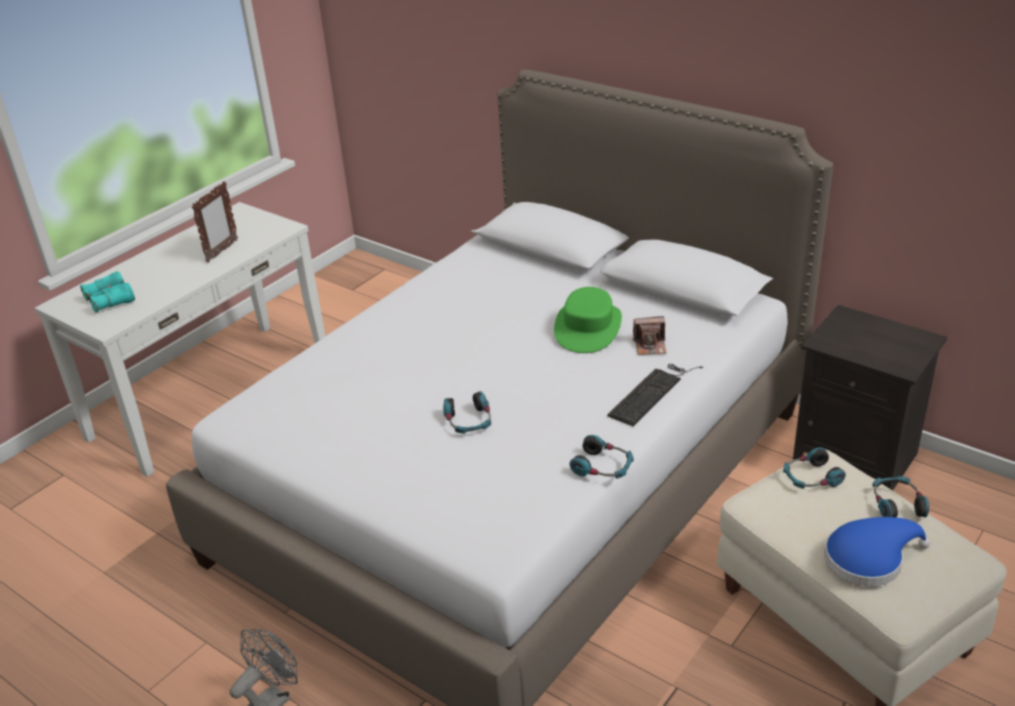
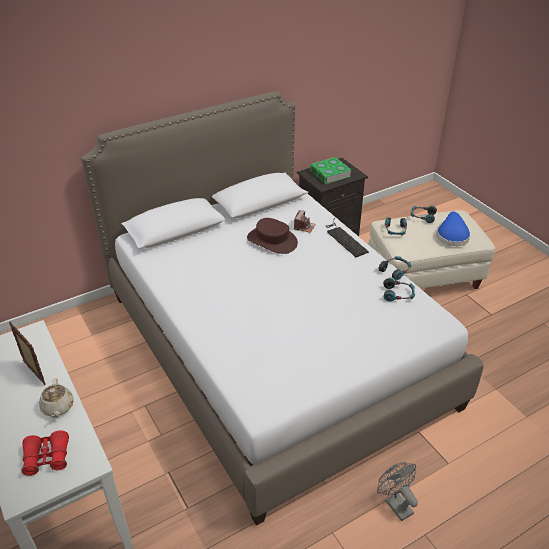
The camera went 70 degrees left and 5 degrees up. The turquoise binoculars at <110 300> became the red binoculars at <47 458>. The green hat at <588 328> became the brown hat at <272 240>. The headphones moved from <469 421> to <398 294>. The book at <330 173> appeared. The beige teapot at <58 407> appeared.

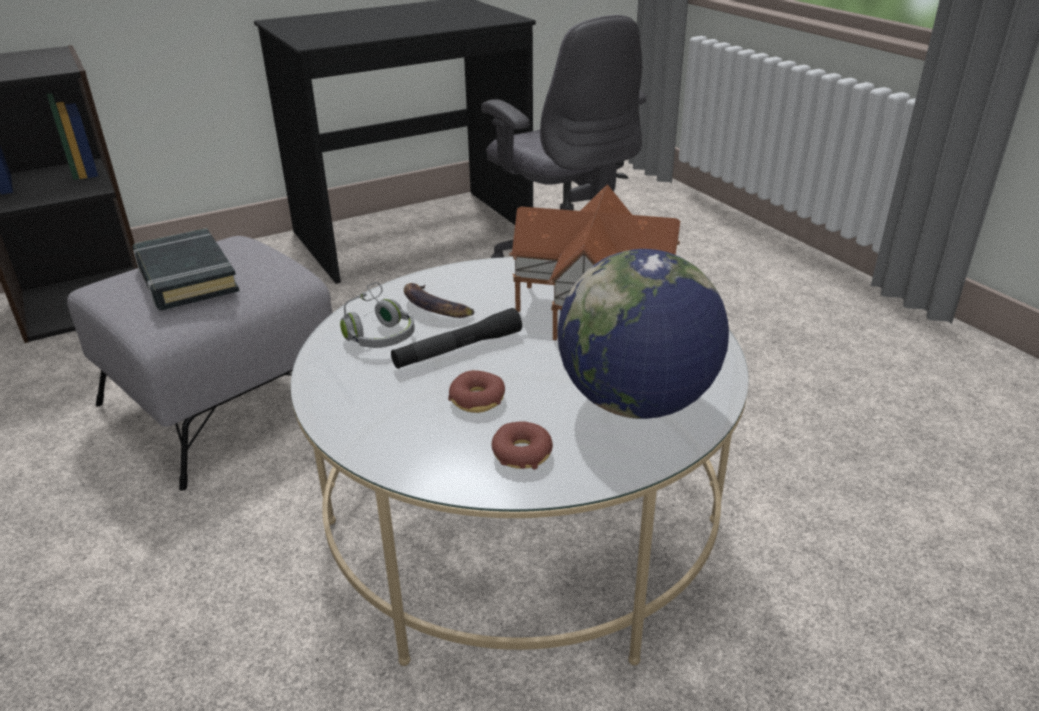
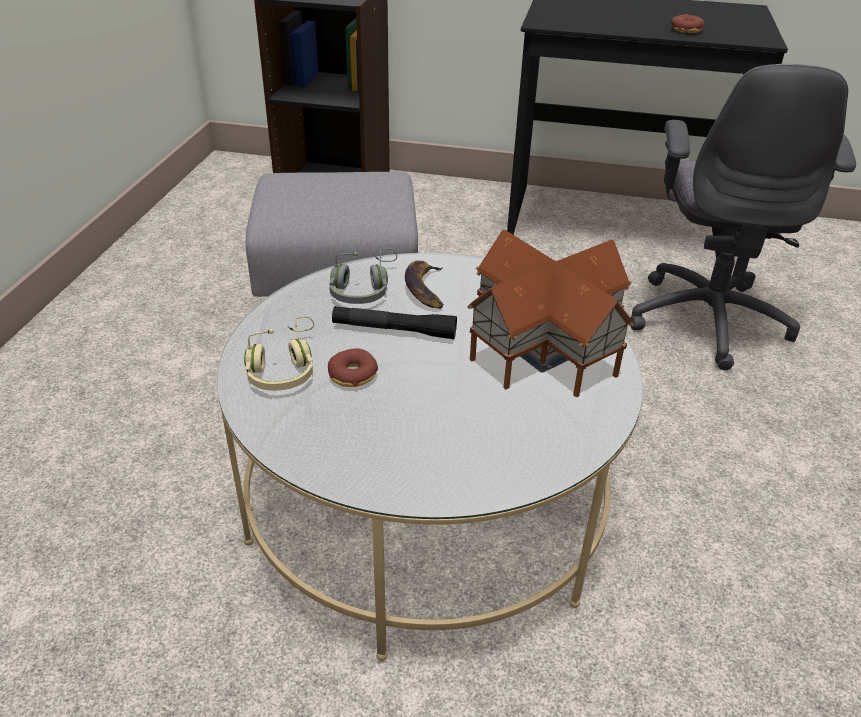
The camera went 40 degrees right and 5 degrees up. The black book at <186 277> disappeared. The globe at <637 403> disappeared. The donut moved from <522 453> to <686 30>. The beige headphones at <283 367> appeared.

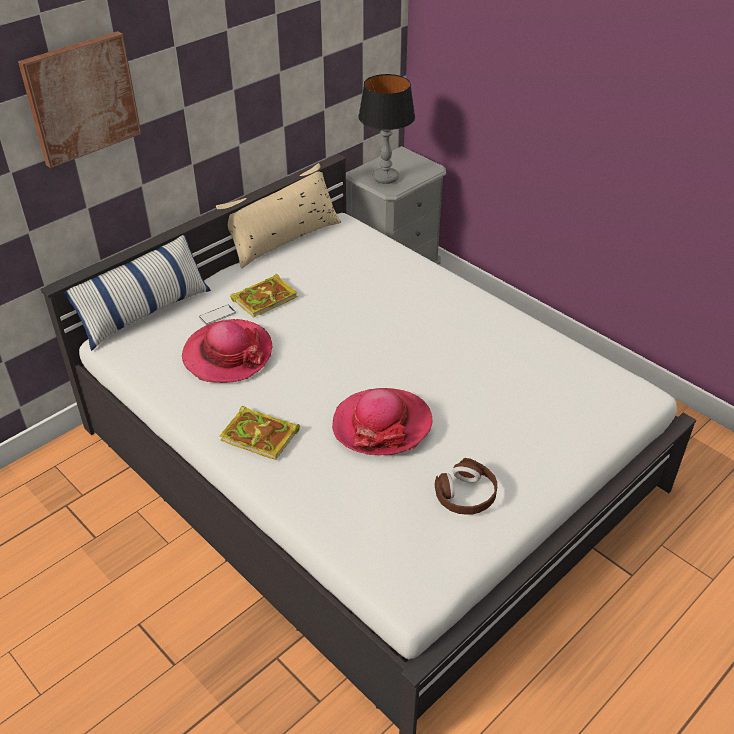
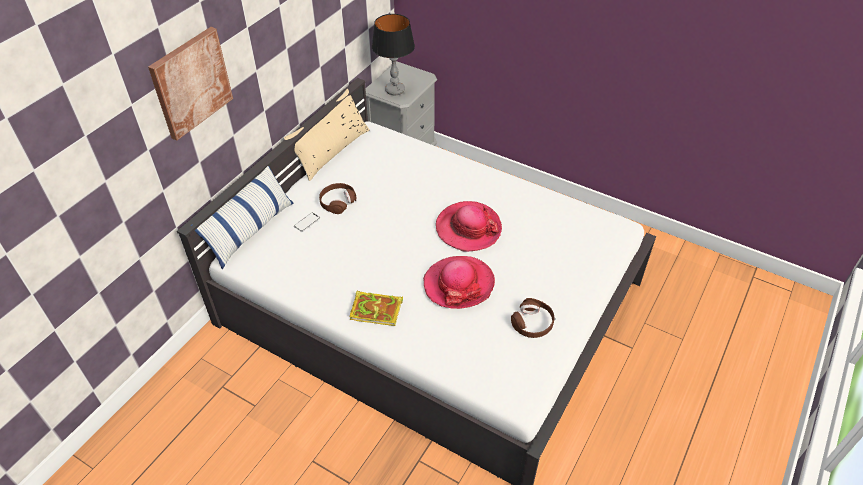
The camera went 15 degrees left and 5 degrees up. The book at <265 298> was replaced by the brown headphones at <337 202>. The hat moved from <227 354> to <468 228>.

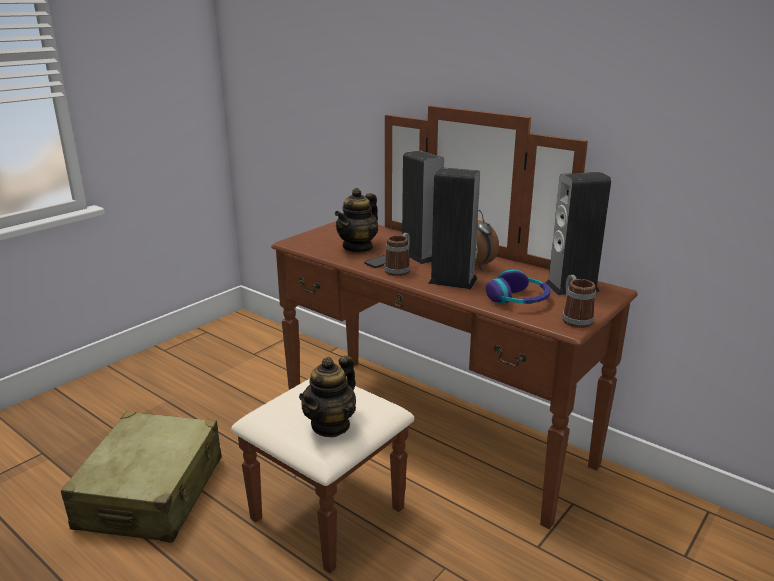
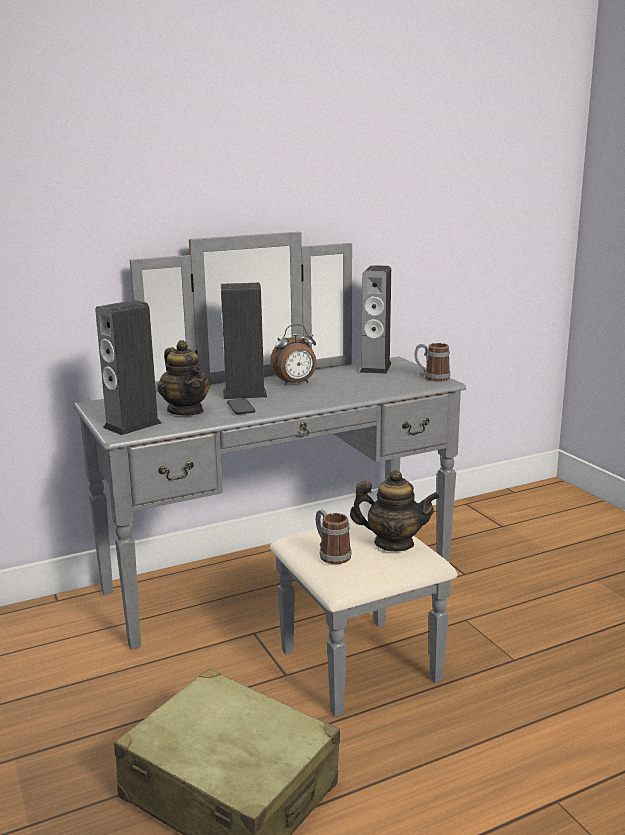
The camera went 65 degrees left and 5 degrees down. The brown dresser at <412 447> became the grey dresser at <297 594>. The speaker moved from <452 280> to <132 425>. The mug moved from <399 270> to <331 554>. The headphones at <518 299> disappeared. The teapot at <331 425> turned 45 degrees counterclockwise.

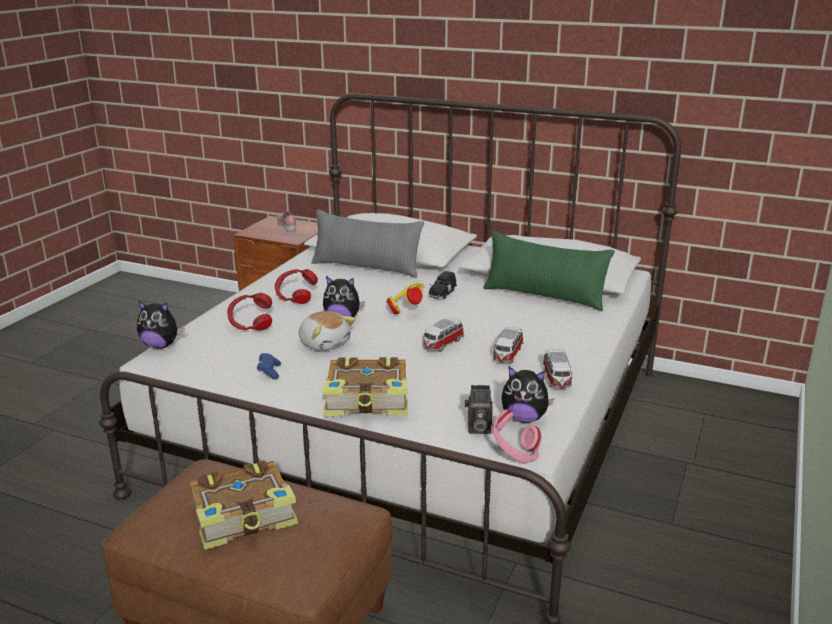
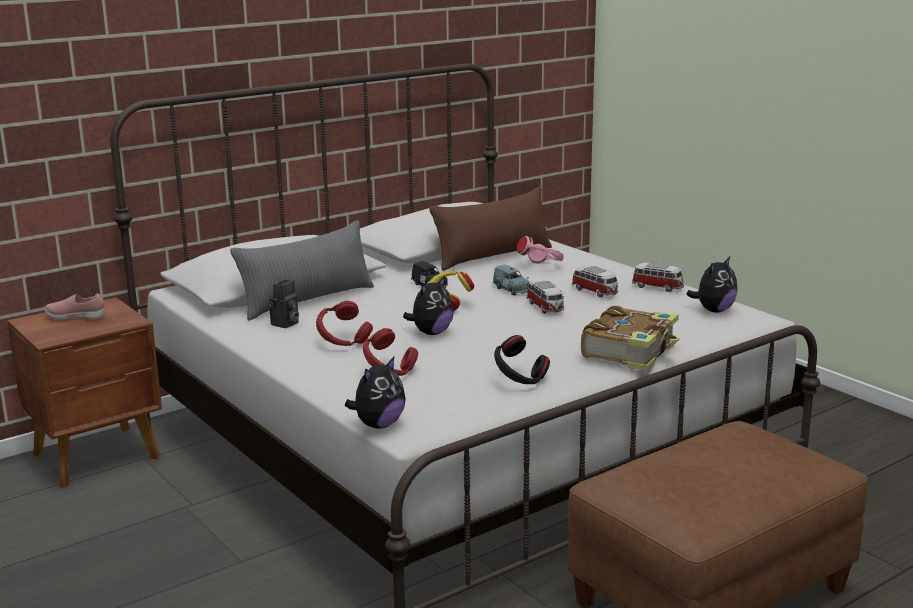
The camera went 60 degrees left and 5 degrees down. The green pillow at <544 296> became the brown pillow at <493 256>. The plush toy at <325 343> disappeared. The blue game controller at <269 372> was replaced by the black headphones at <519 382>. The photo camera moved from <477 429> to <285 324>. The pink headphones moved from <514 456> to <541 267>. The book at <244 516> disappeared. The blue toy car at <512 290> appeared.

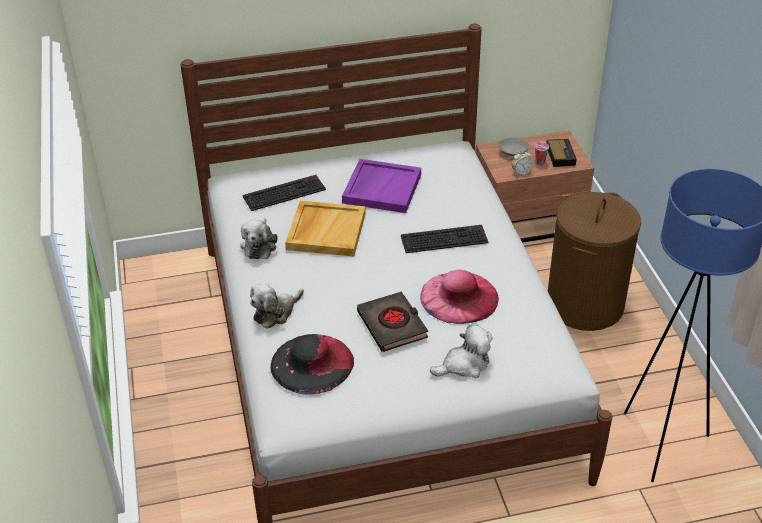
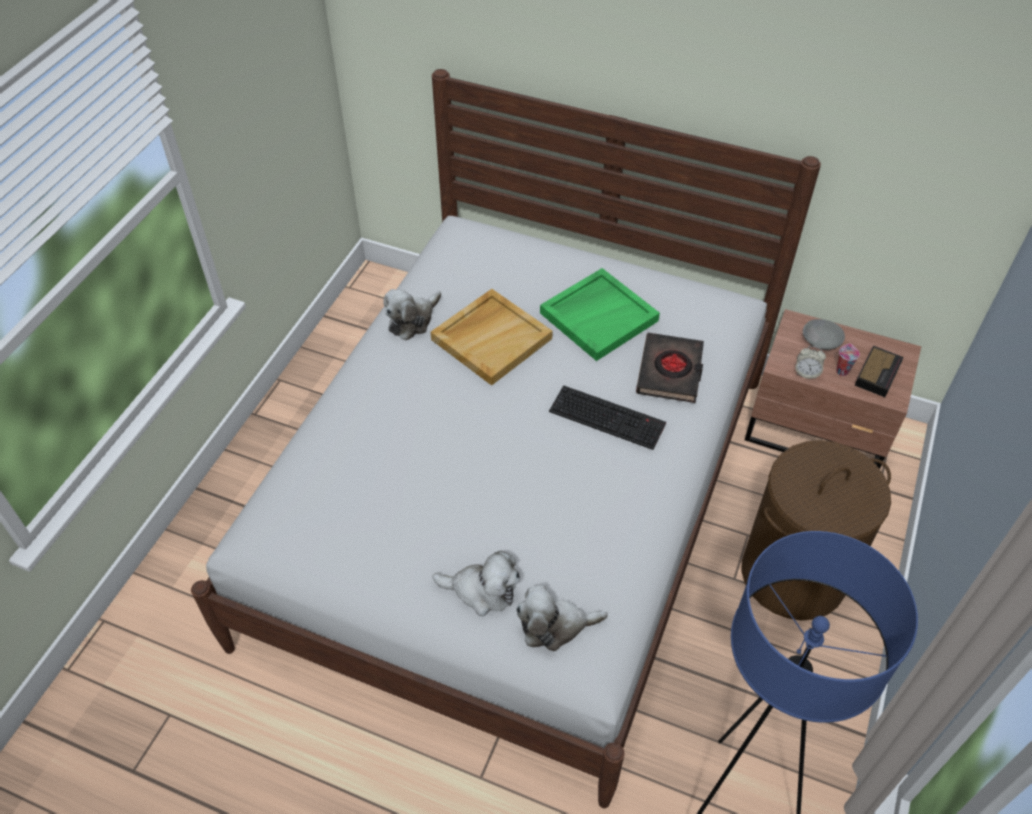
The camera went 35 degrees right and 10 degrees up. The purple tray at <381 188> became the green tray at <599 316>. The keyboard at <284 192> disappeared. The pink hat at <459 297> disappeared. The plush toy moved from <275 312> to <555 626>. The black book moved from <392 325> to <670 372>. The black hat at <312 363> disappeared.

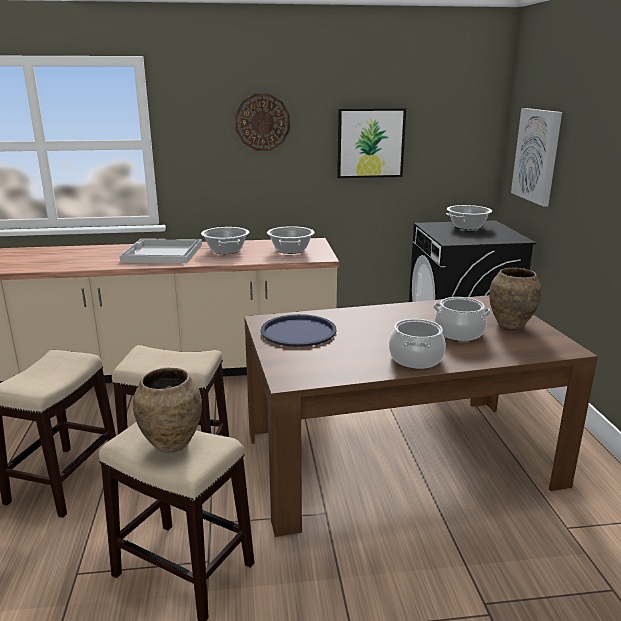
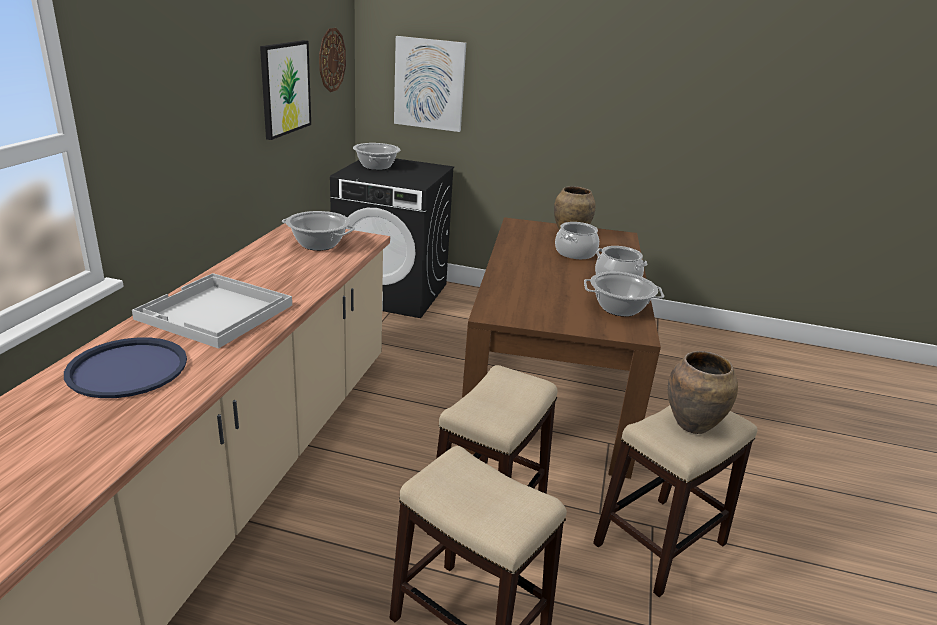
The camera went 70 degrees left and 5 degrees up. The wall clock moved from <262 122> to <331 60>. The cooking pot moved from <226 250> to <619 308>. The blue tray moved from <298 331> to <127 369>.

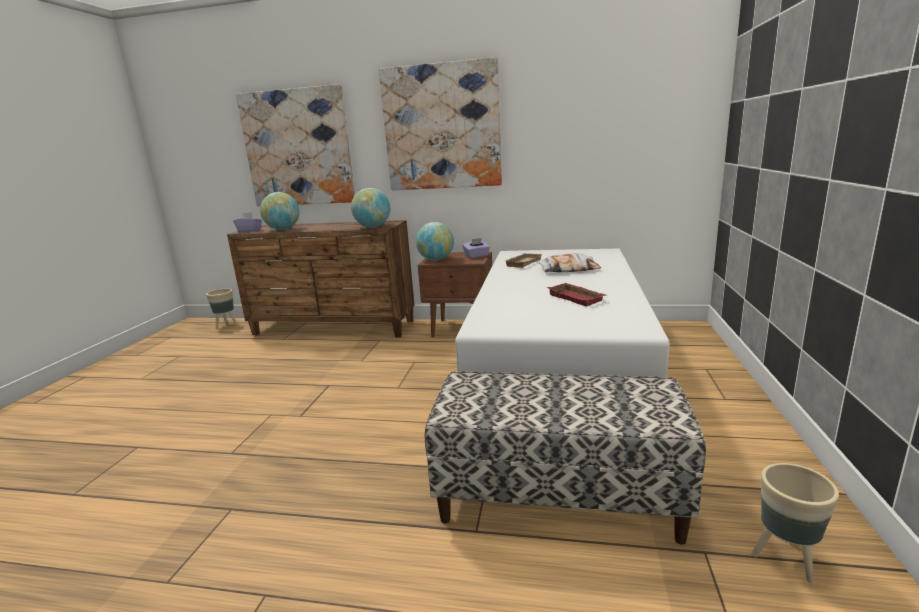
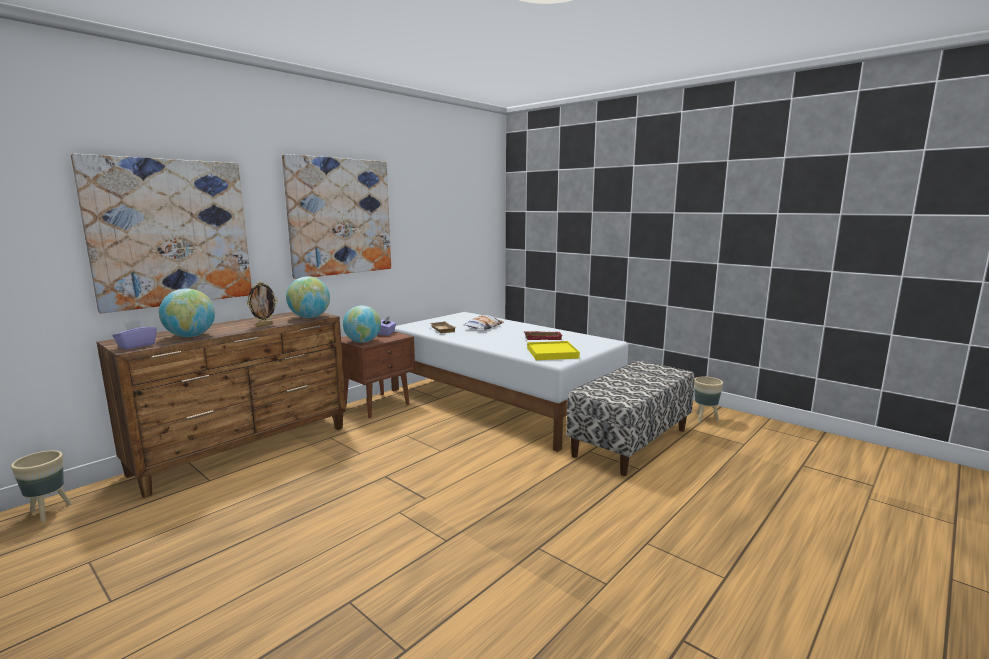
The camera went 60 degrees left and 5 degrees down. The picture frame at <264 325> appeared. The yellow tray at <552 353> appeared.

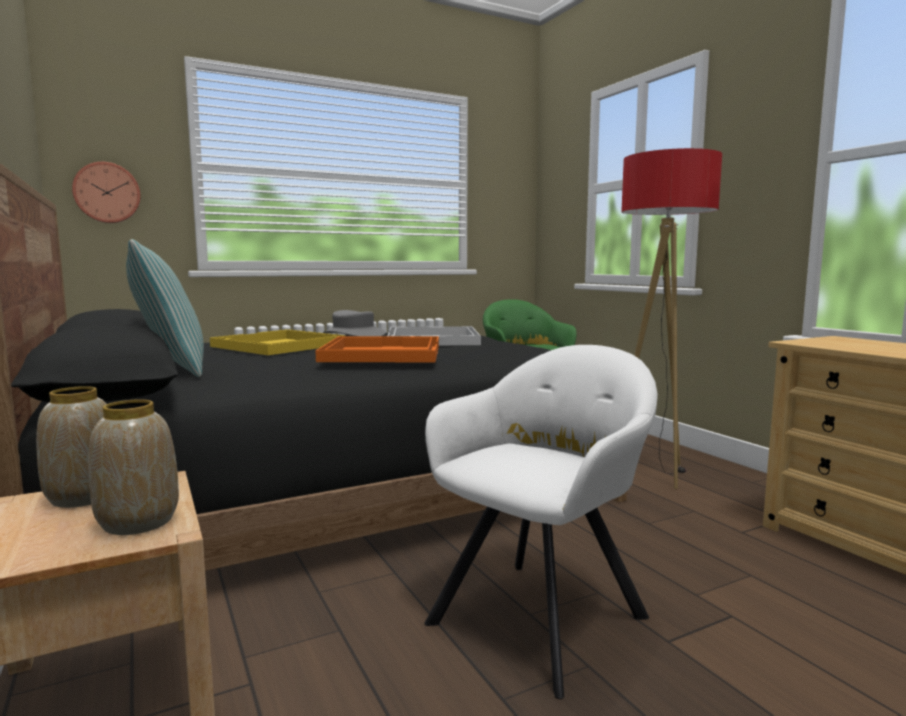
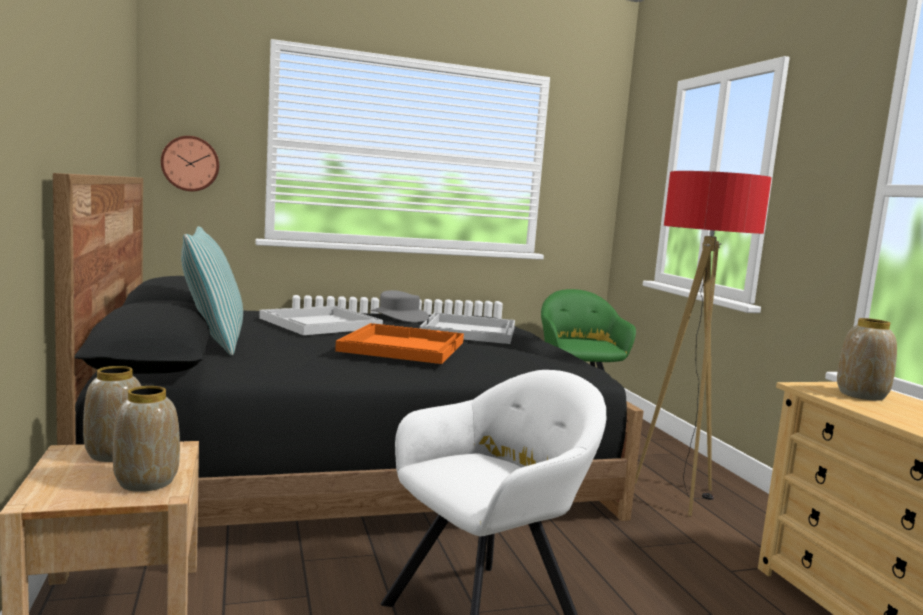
The camera went 10 degrees right and 0 degrees up. The yellow tray at <278 345> became the white tray at <320 323>. The vase at <860 395> appeared.

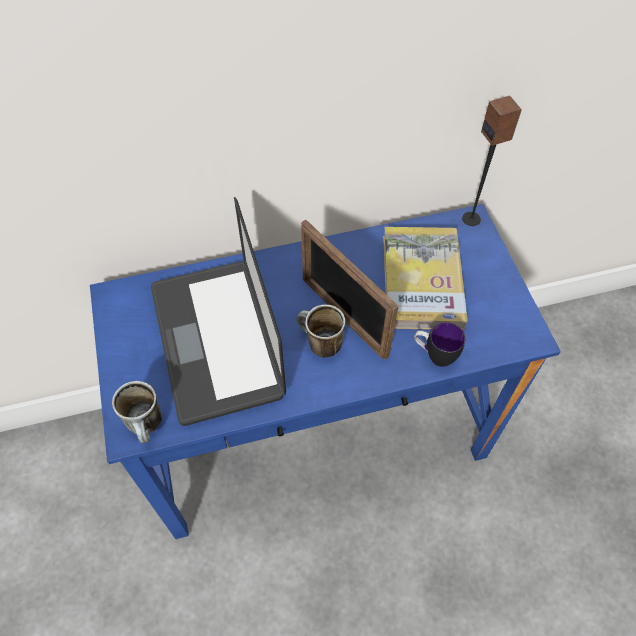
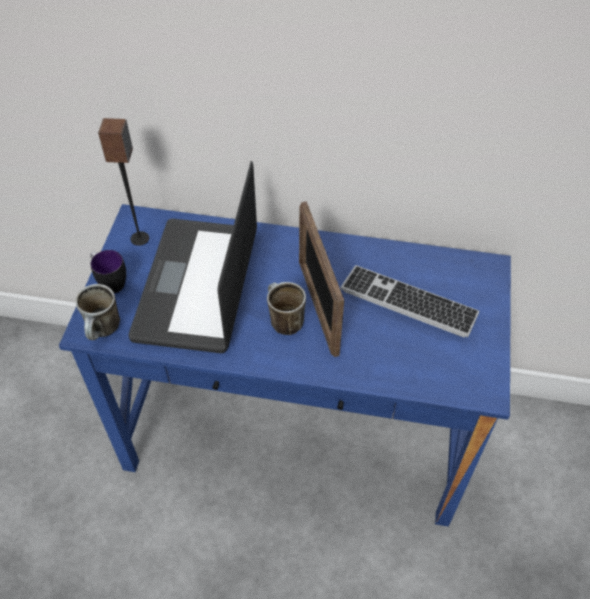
The camera went 25 degrees right and 5 degrees down. The speaker moved from <471 219> to <140 238>. The book at <422 281> was replaced by the keyboard at <408 302>. The mug moved from <434 355> to <110 282>.

